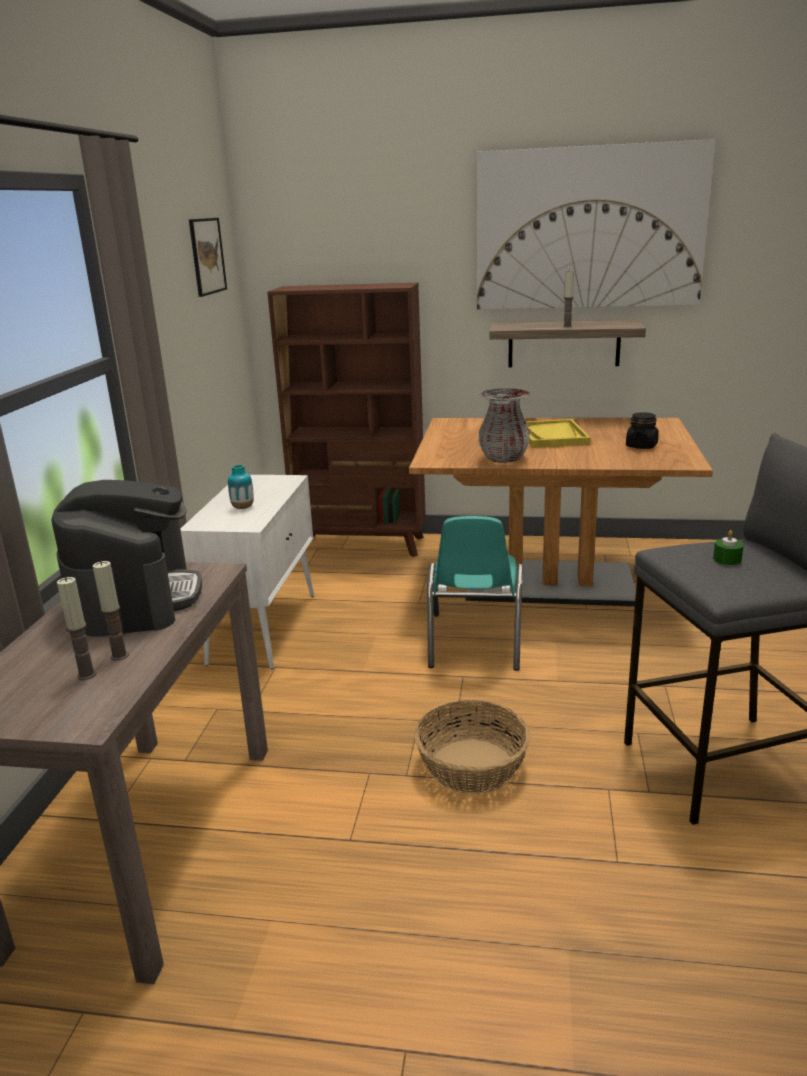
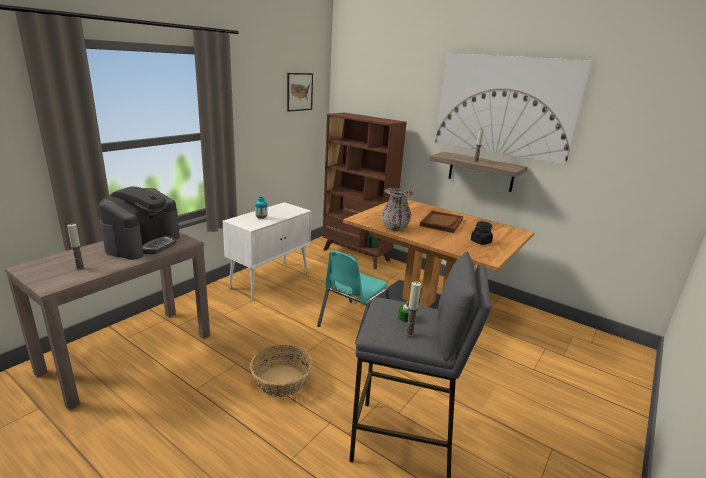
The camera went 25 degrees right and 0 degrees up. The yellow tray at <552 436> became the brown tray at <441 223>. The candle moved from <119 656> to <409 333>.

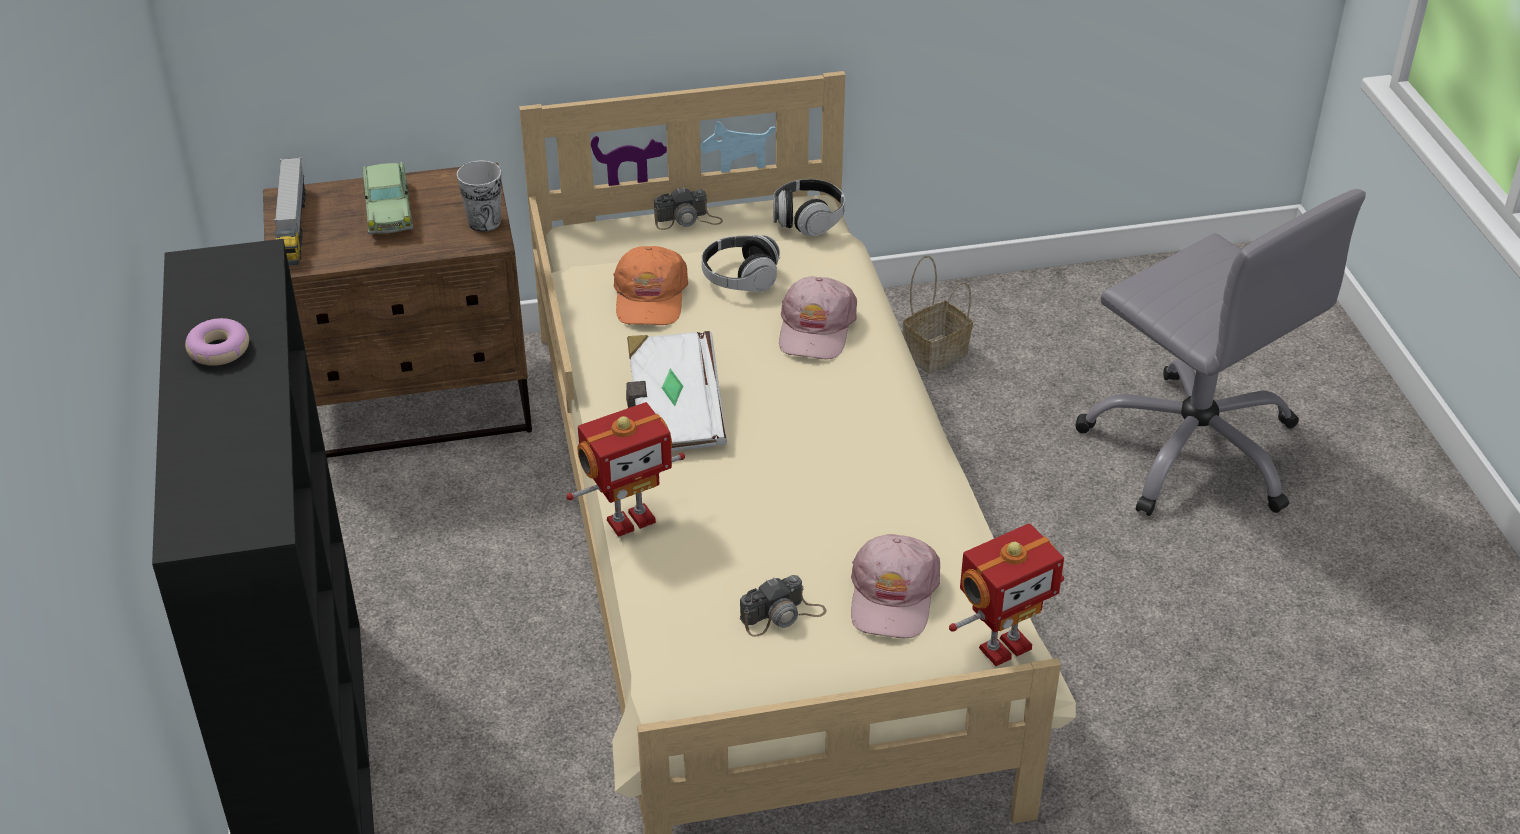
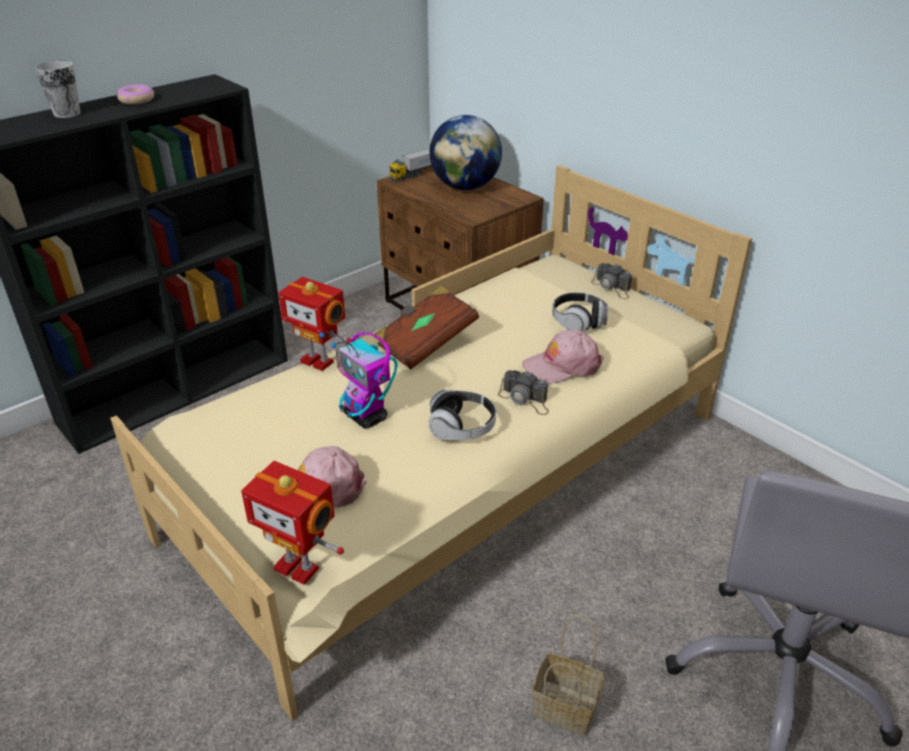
The camera went 60 degrees right and 5 degrees down. The cup moved from <484 222> to <67 113>. The toy car at <388 211> was replaced by the globe at <465 187>. The headphones moved from <808 220> to <462 428>. The orange cap at <650 297> disappeared. The basket moved from <934 355> to <562 708>. The white book at <673 414> became the brown book at <425 343>. The photo camera moved from <782 615> to <525 400>. The toy robot at <366 417> appeared.

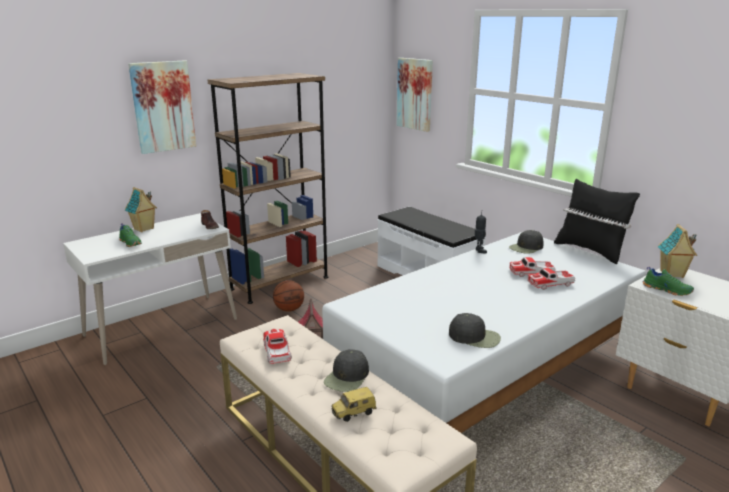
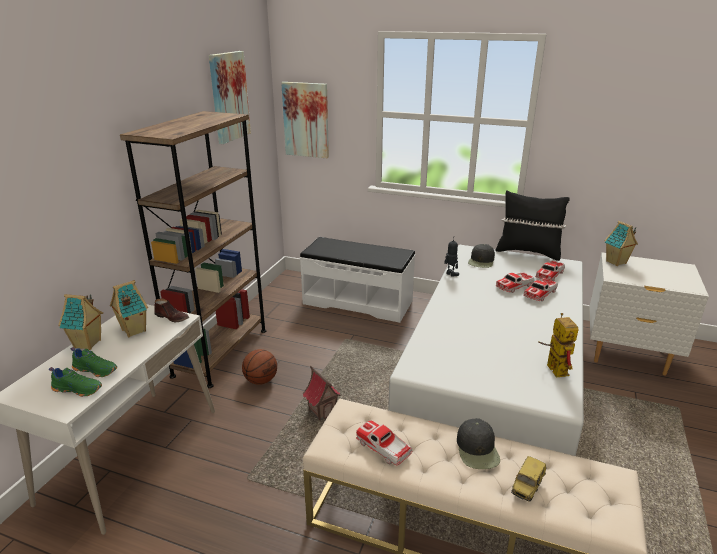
The camera went 30 degrees left and 5 degrees up. The picture moved from <163 106> to <229 97>. The green shoe moved from <667 290> to <78 389>. The black cap at <475 337> was replaced by the toy robot at <553 367>. The toy car at <549 275> appeared. The toy house at <133 331> appeared.

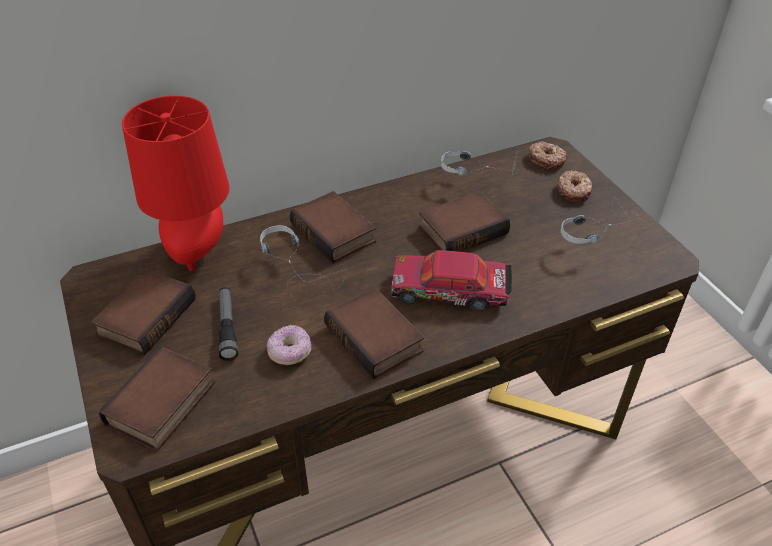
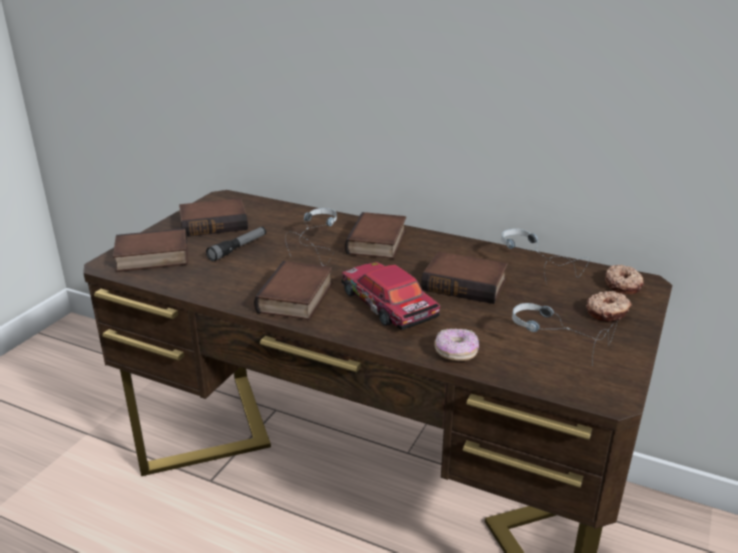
The camera went 50 degrees right and 15 degrees down. The red table lamp at <197 251> disappeared. The donut moved from <290 352> to <456 353>.

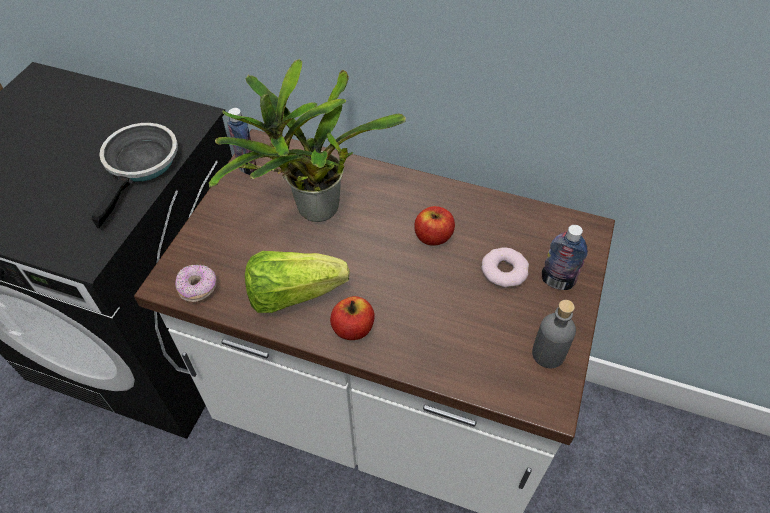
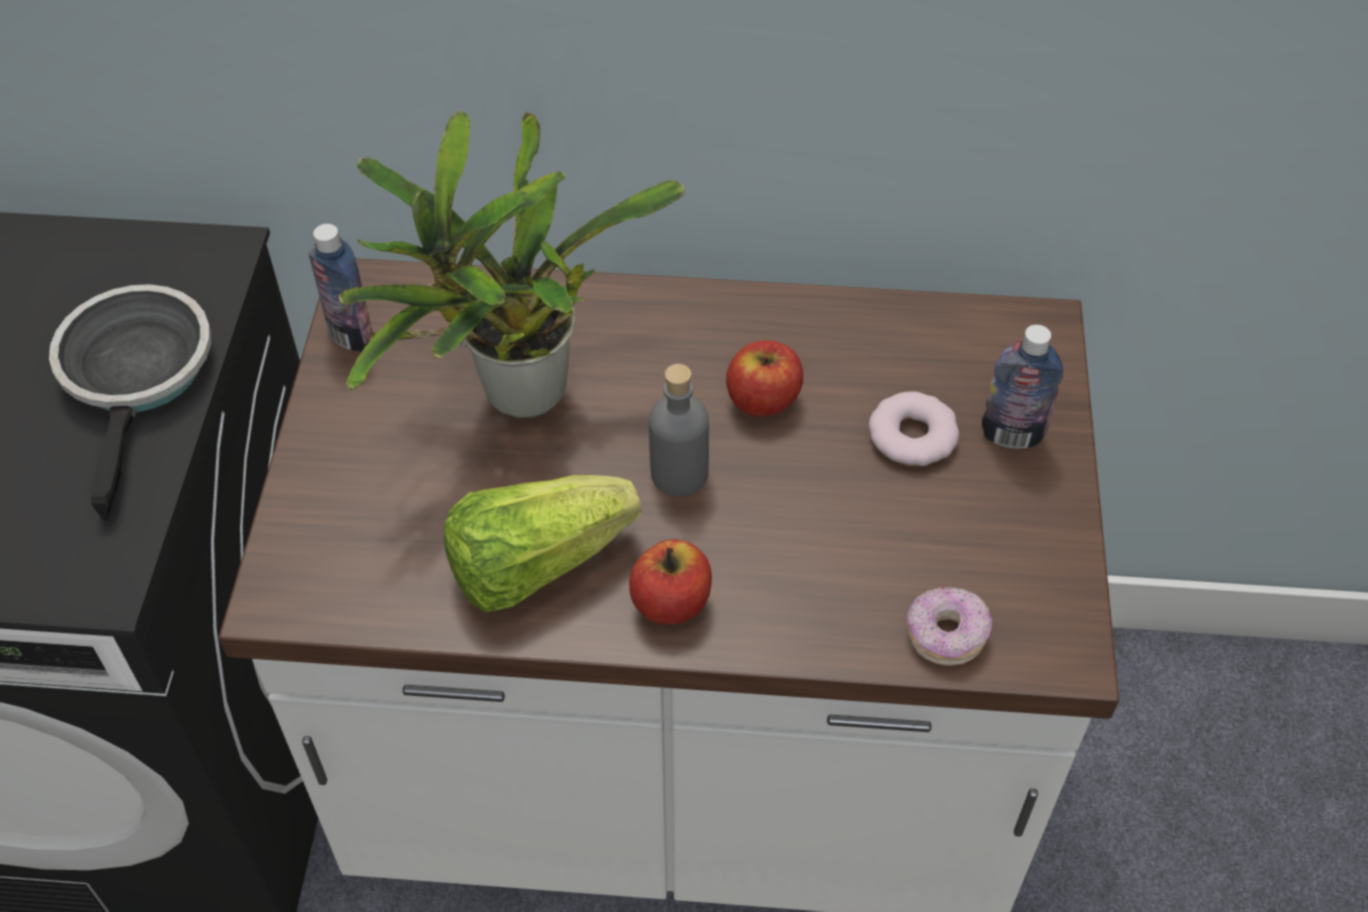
The camera went 15 degrees left and 0 degrees up. The donut moved from <198 288> to <945 635>. The grey bottle moved from <548 354> to <679 473>.

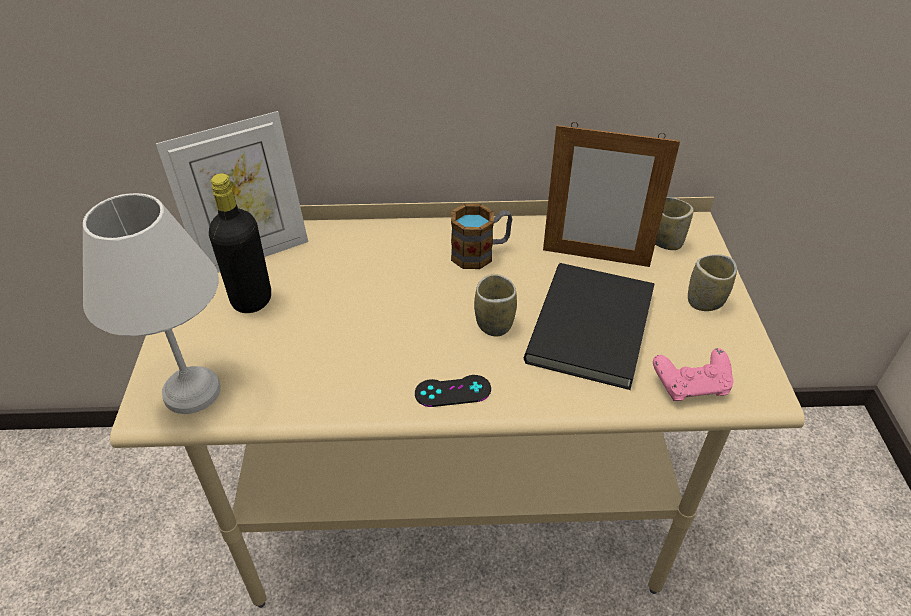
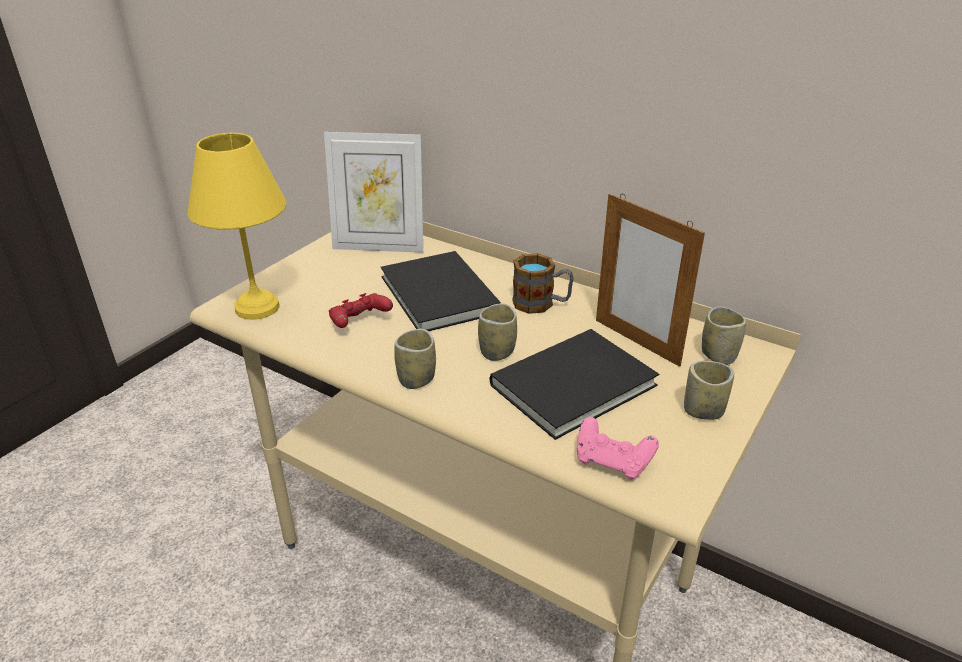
The camera went 35 degrees right and 10 degrees down. The black bottle at <251 300> disappeared. The white table lamp at <191 390> became the yellow table lamp at <258 306>. The black game controller at <453 391> was replaced by the cup at <416 379>. The black book at <436 296> appeared. The red game controller at <359 322> appeared.

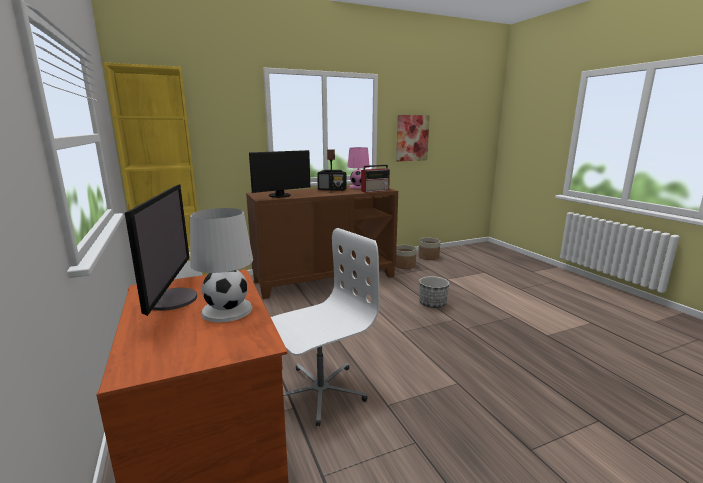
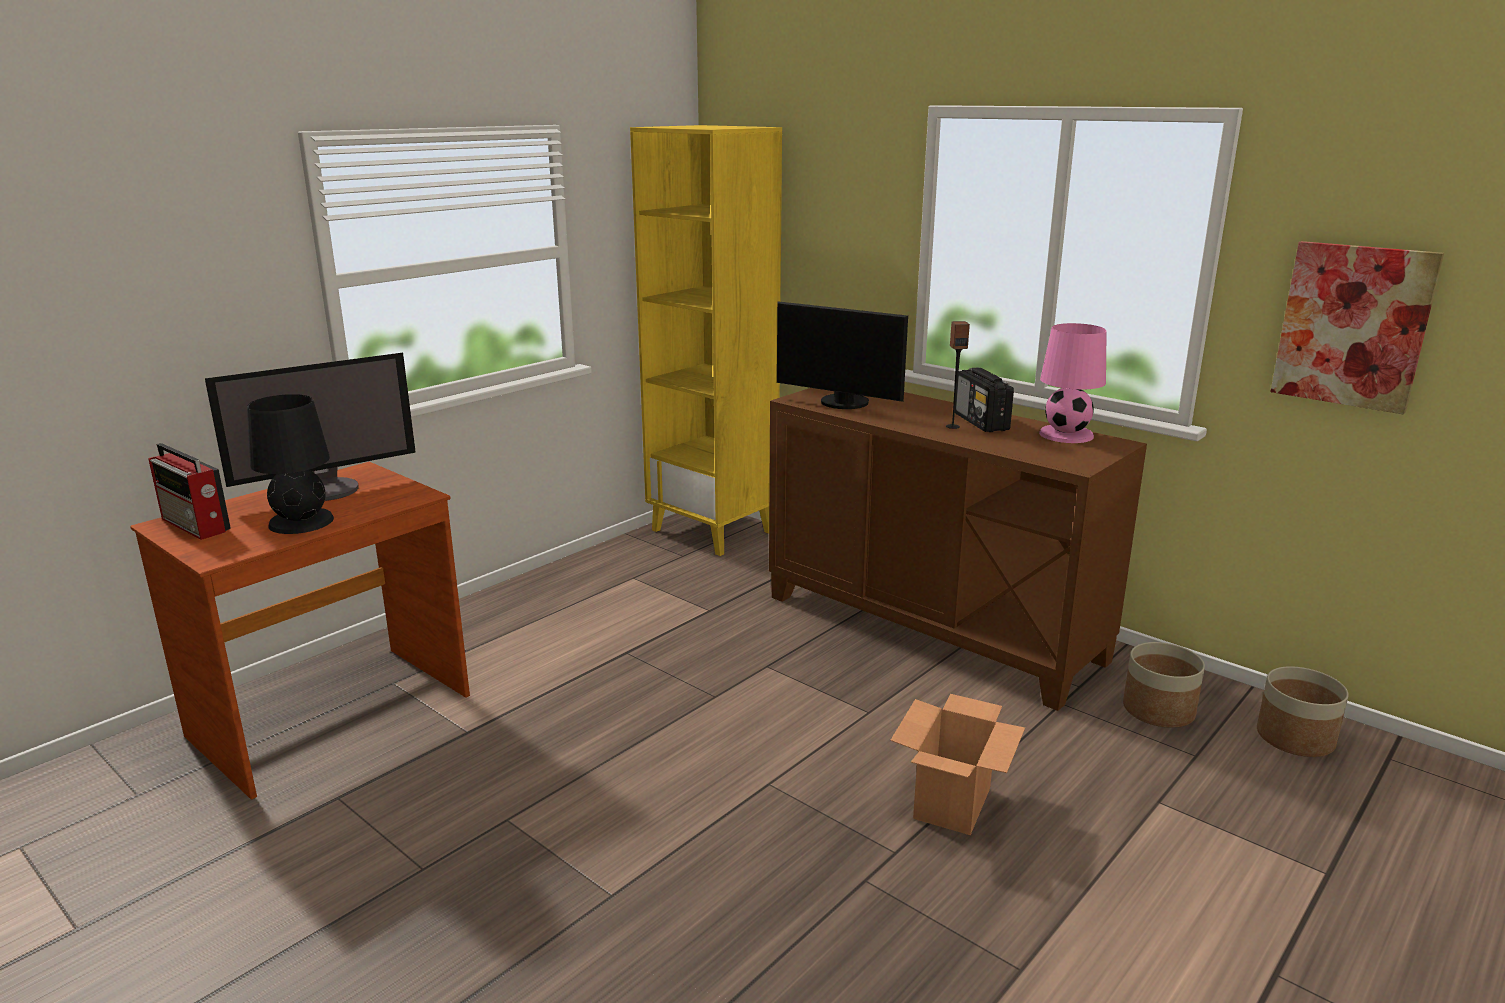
The camera went 65 degrees right and 5 degrees up. The radio moved from <375 190> to <196 525>. The white table lamp at <227 310> became the black table lamp at <301 522>. The white office chair at <320 391> disappeared. The planter at <432 304> was replaced by the cardboard box at <952 802>.

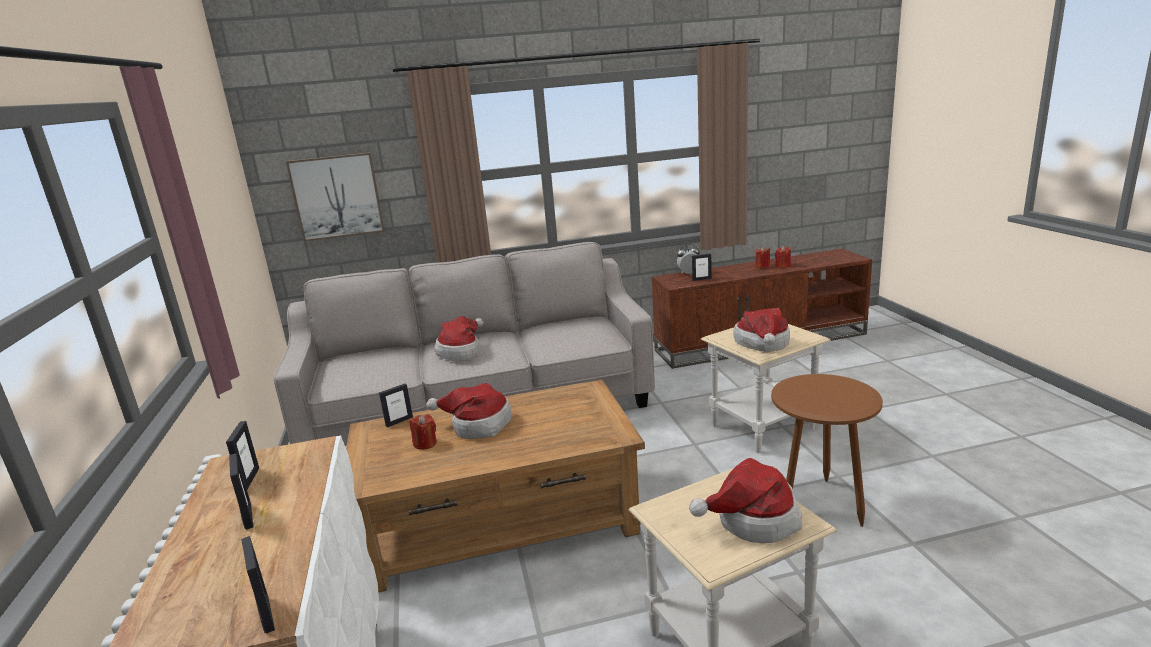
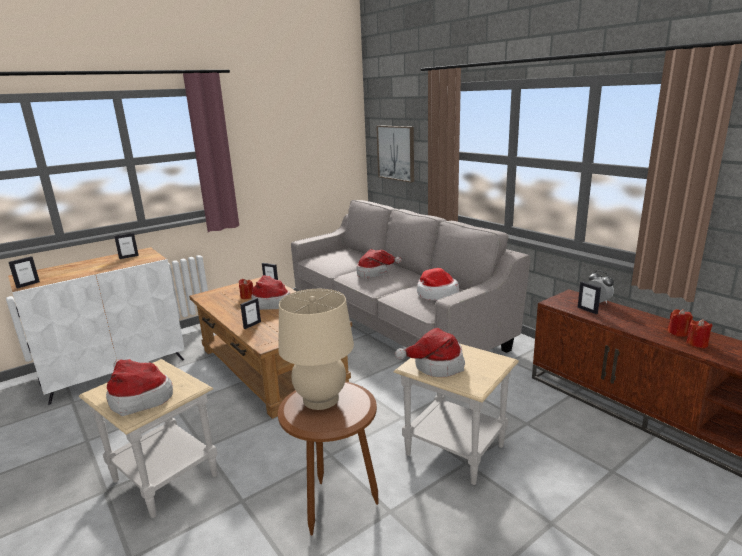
The camera went 65 degrees right and 0 degrees up. The picture frame moved from <248 516> to <252 325>. The hat at <436 294> appeared. The beige table lamp at <321 399> appeared.

